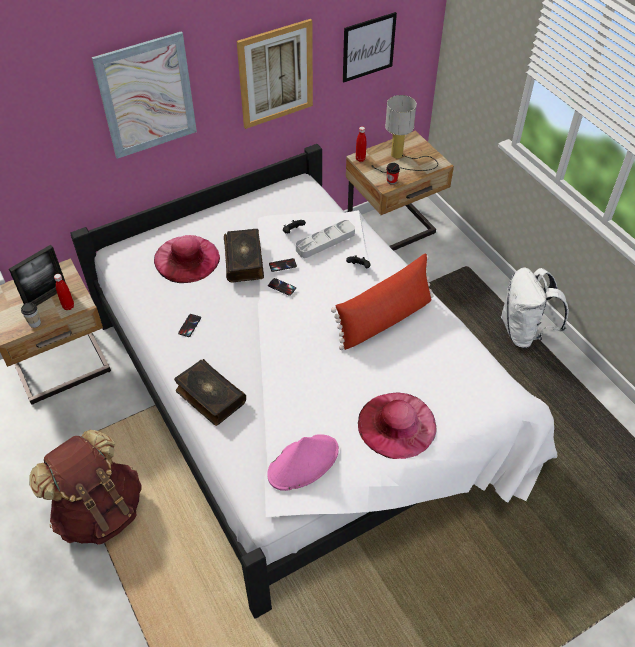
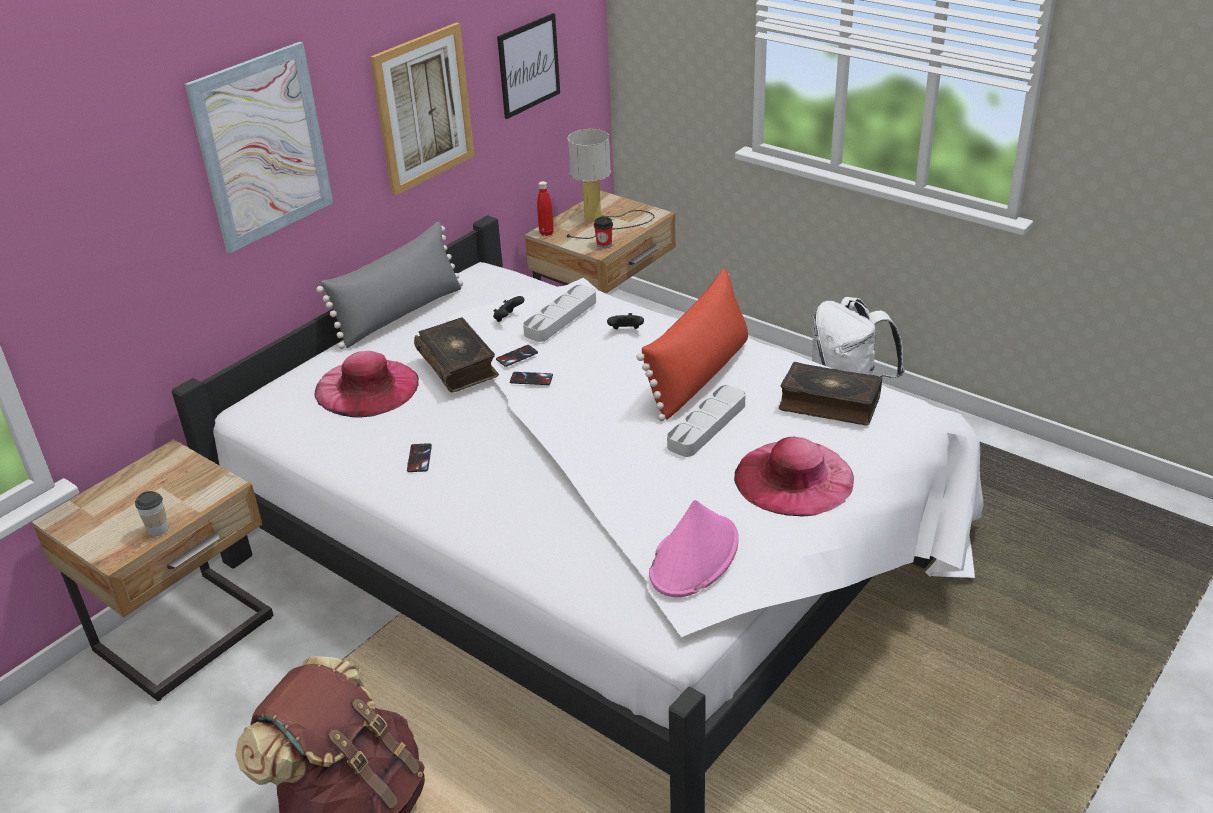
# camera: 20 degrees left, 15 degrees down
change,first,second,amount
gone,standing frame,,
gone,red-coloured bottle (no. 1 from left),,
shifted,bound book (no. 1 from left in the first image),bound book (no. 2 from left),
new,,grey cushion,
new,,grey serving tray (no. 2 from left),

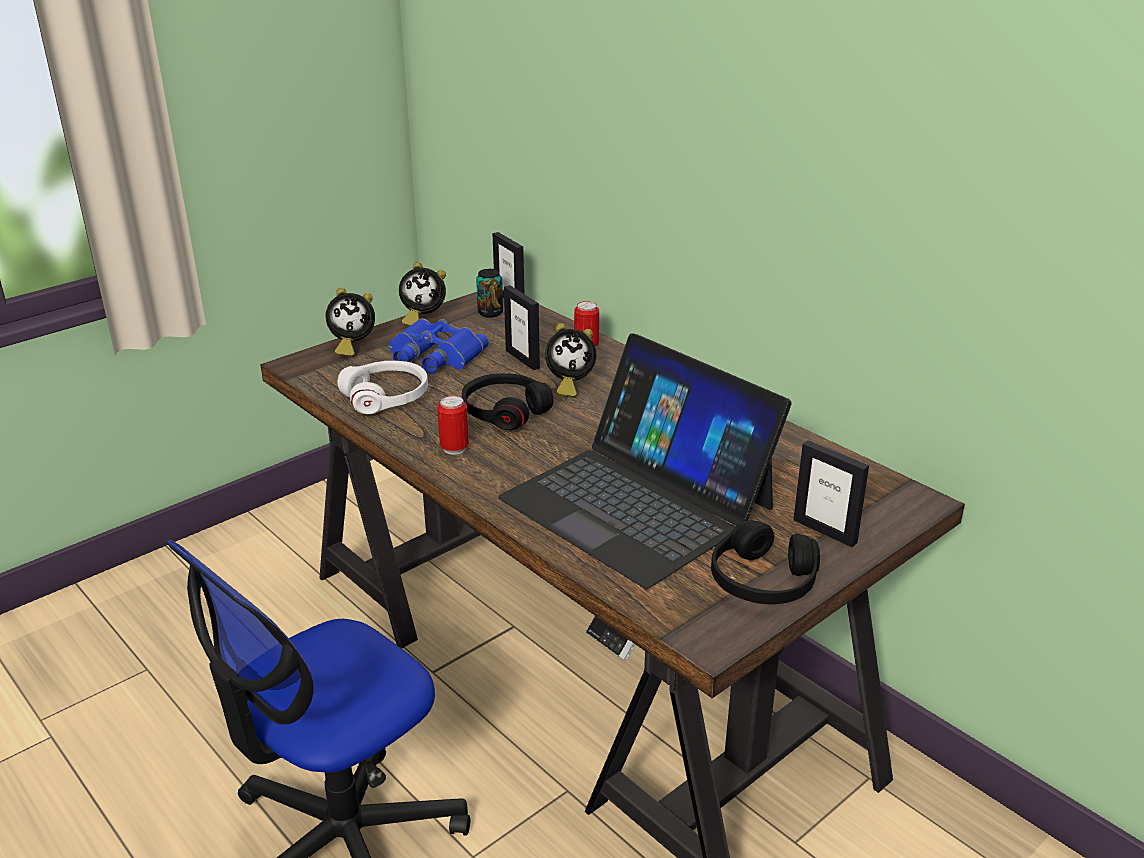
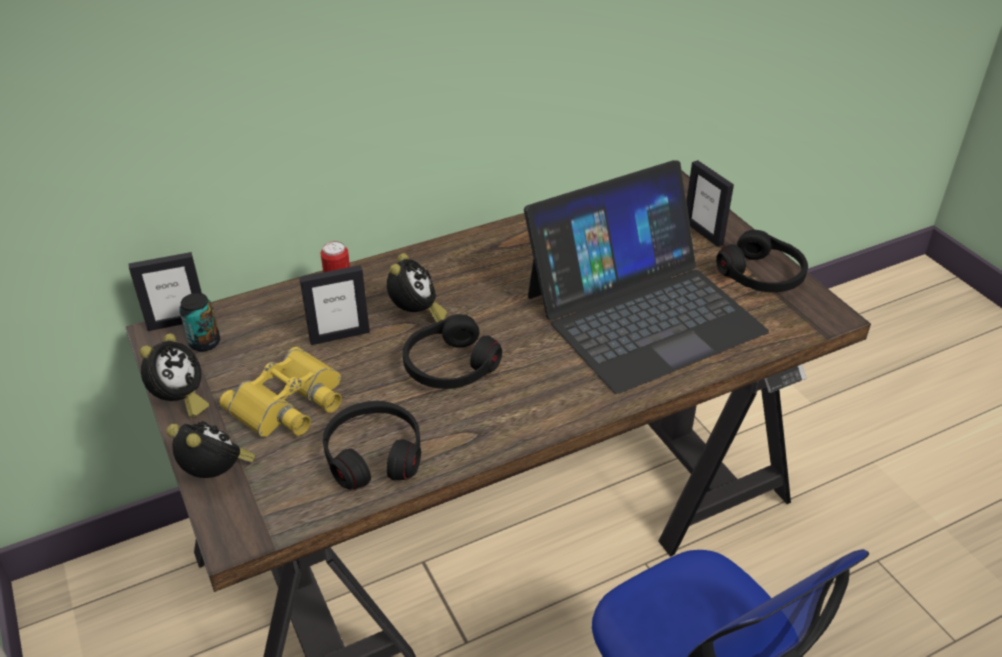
# camera: 75 degrees left, 10 degrees up
change,first,second,amount
rotated,table clock (no. 1 from left in the first image),table clock (no. 2 from left),60 degrees counterclockwise
repainted,blue-coloured field glasses,yellow-coloured field glasses,
repainted,whitish pair of headphones,black-coloured pair of headphones (no. 1 from left),
gone,sealed can (no. 1 from left),,
rotated,standing frame (no. 3 from left),,90 degrees clockwise

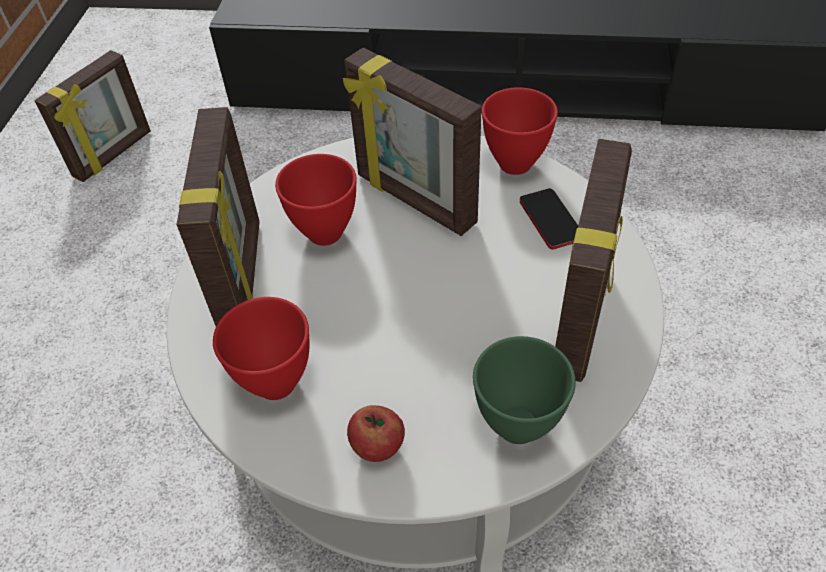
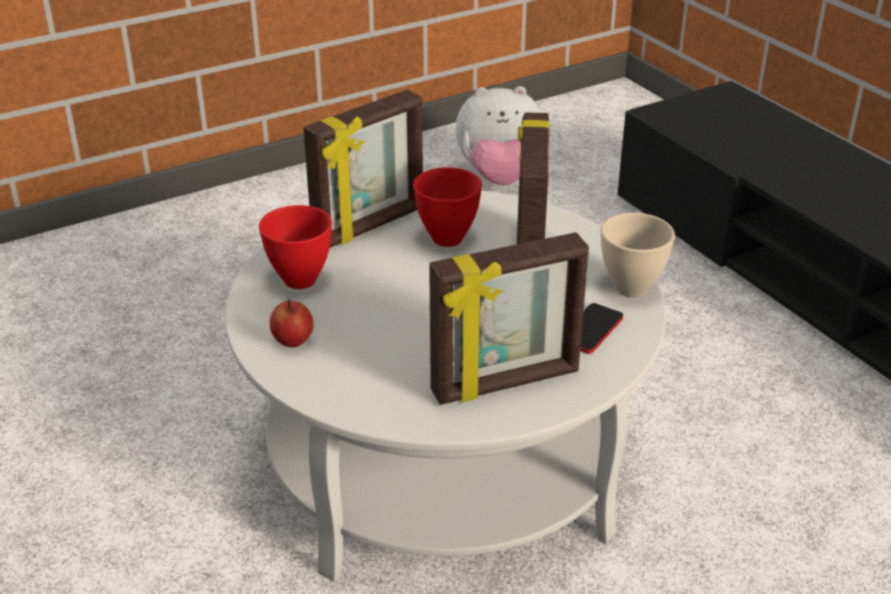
# camera: 50 degrees right, 15 degrees down
change,first,second,amount
swapped,standing frame (no. 1 from left),plush toy,
repainted,red-coloured bowl (no. 3 from left),beige bowl,
gone,green-coloured bowl,,

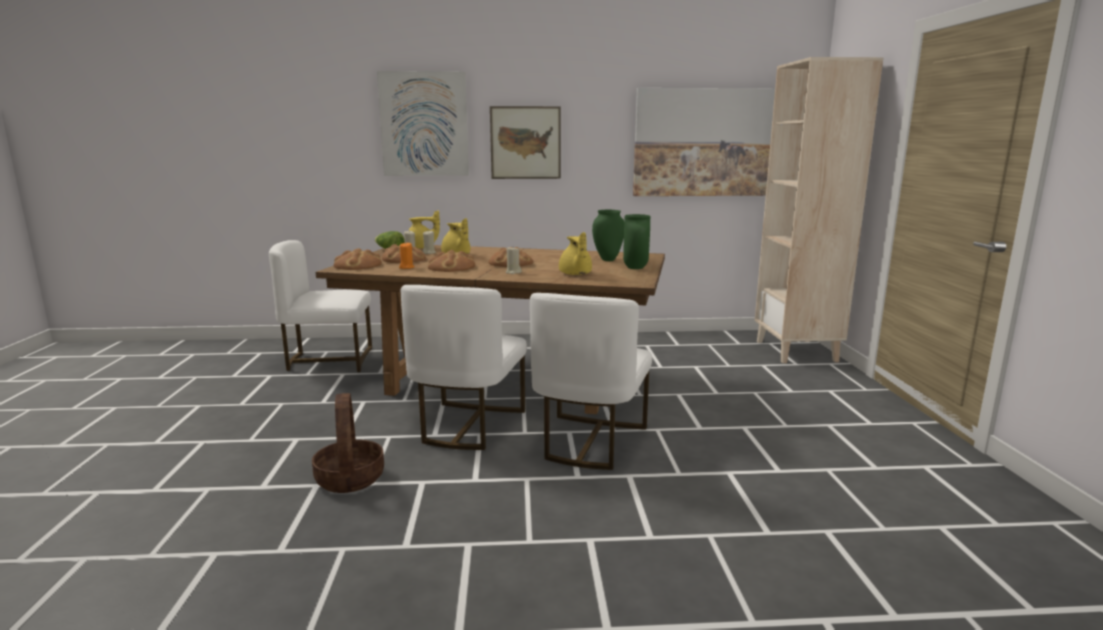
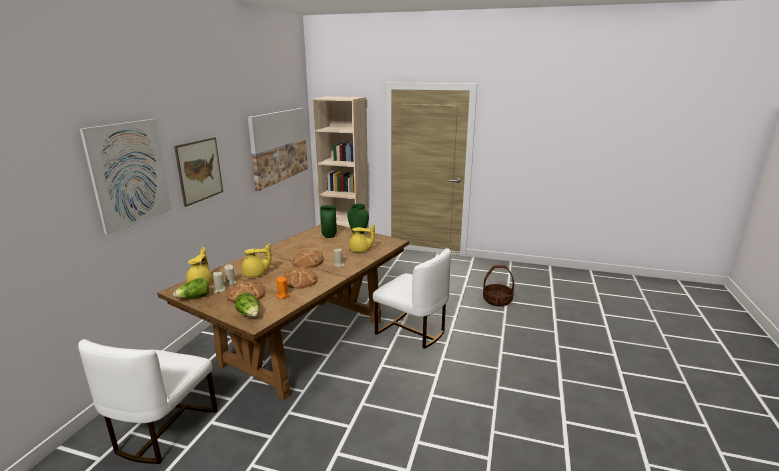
# camera: 70 degrees left, 5 degrees up
change,first,second,amount
swapped,baked bread (no. 1 from left),lettuce head (no. 2 from left),
gone,whitish chair (no. 2 from left),,
shifted,household basket,,

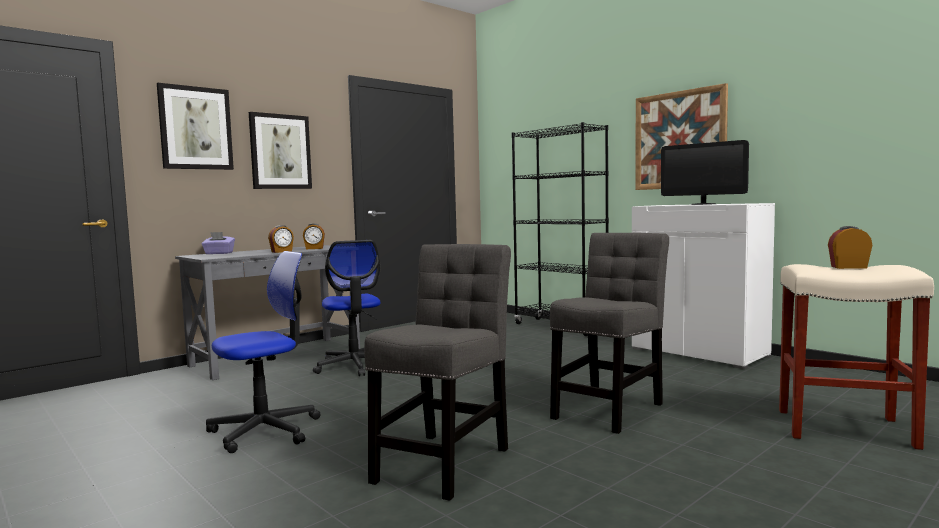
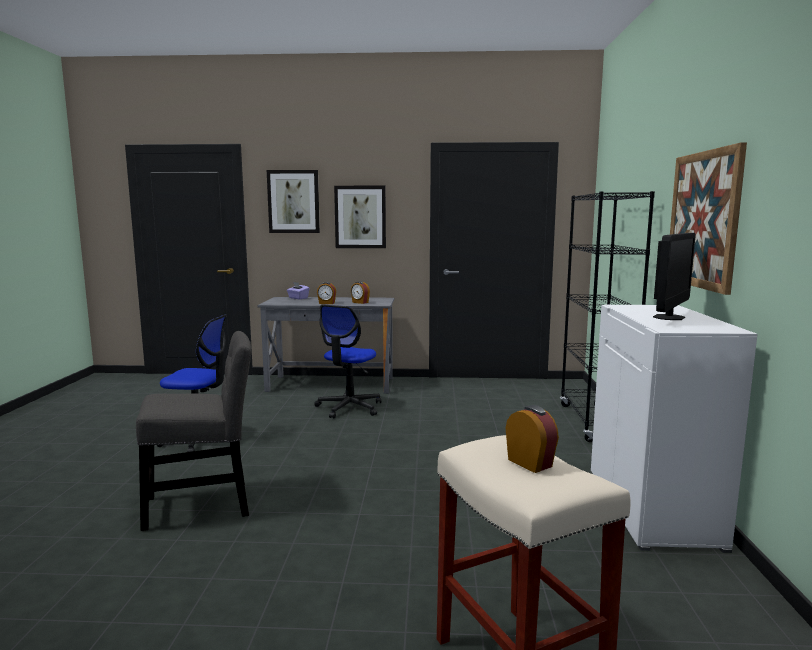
# camera: 45 degrees right, 5 degrees up
change,first,second,amount
rotated,computer display,,135 degrees counterclockwise
gone,grey chair (no. 2 from left),,

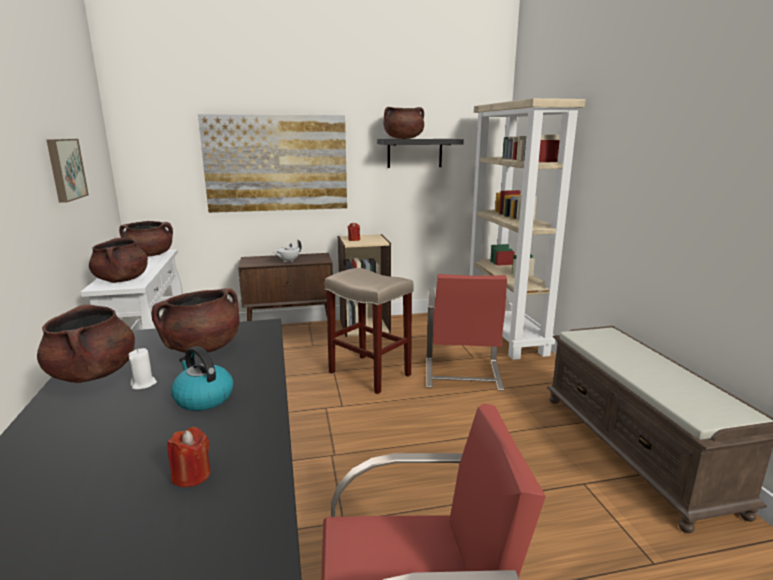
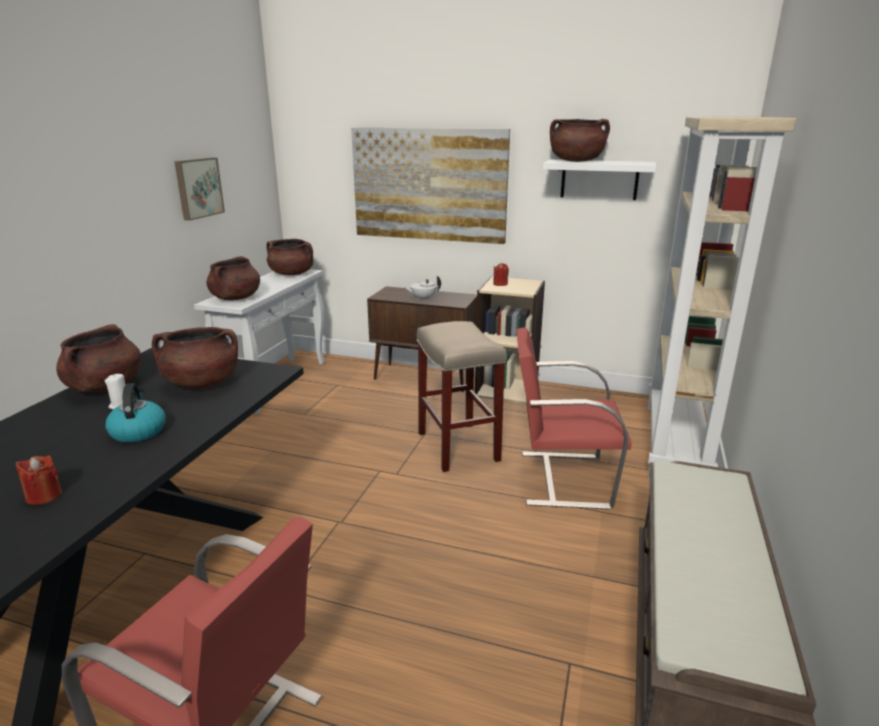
# camera: 30 degrees right, 5 degrees up
change,first,second,amount
repainted,black-coloured wall shelf,whitish wall shelf,
rotated,red-coloured chair (no. 2 from left),,60 degrees clockwise

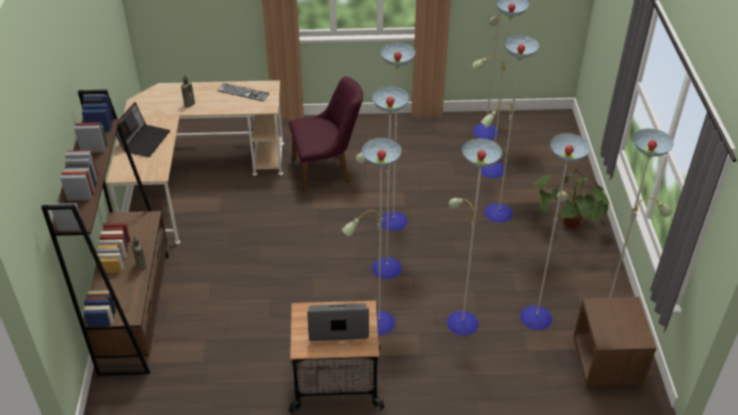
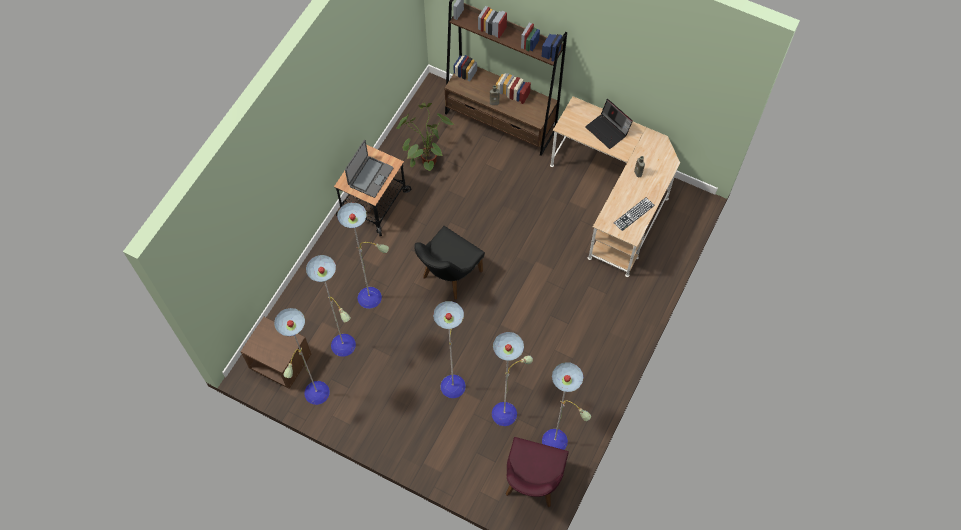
# camera: 120 degrees right, 20 degrees up
change,first,second,amount
swapped,floor lamp (no. 1 from left),black-coloured chair,
shifted,purplish chair,,
shifted,plant in a pot,,

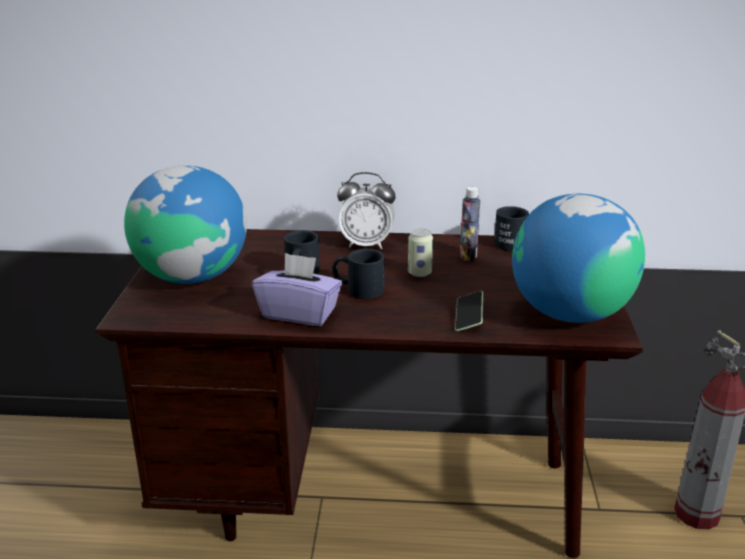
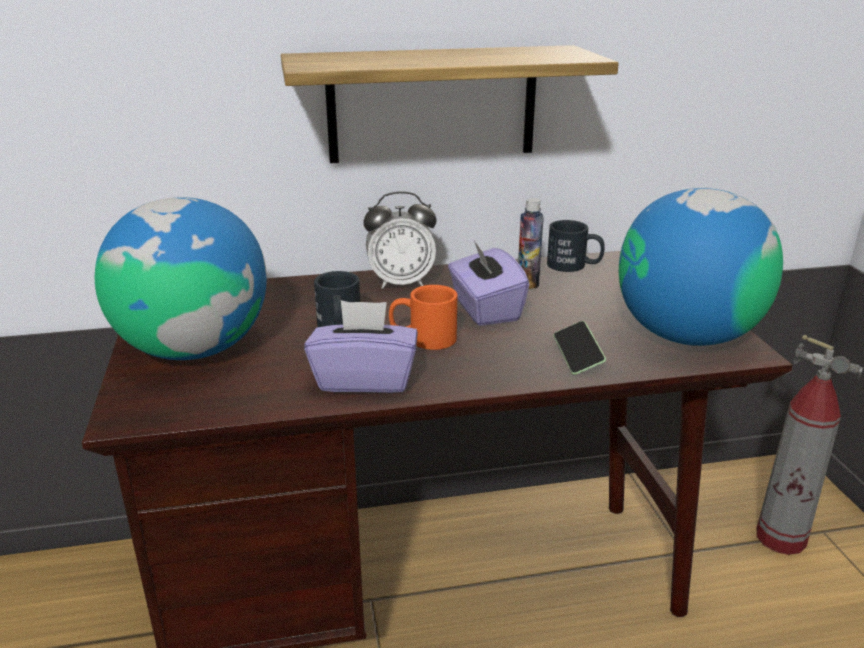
# camera: 15 degrees left, 0 degrees up
change,first,second,amount
swapped,sealed can,purplish tissue holder (no. 2 from left),
repainted,black-coloured coffee mug (no. 2 from left),orange coffee mug,
new,,wall shelf,

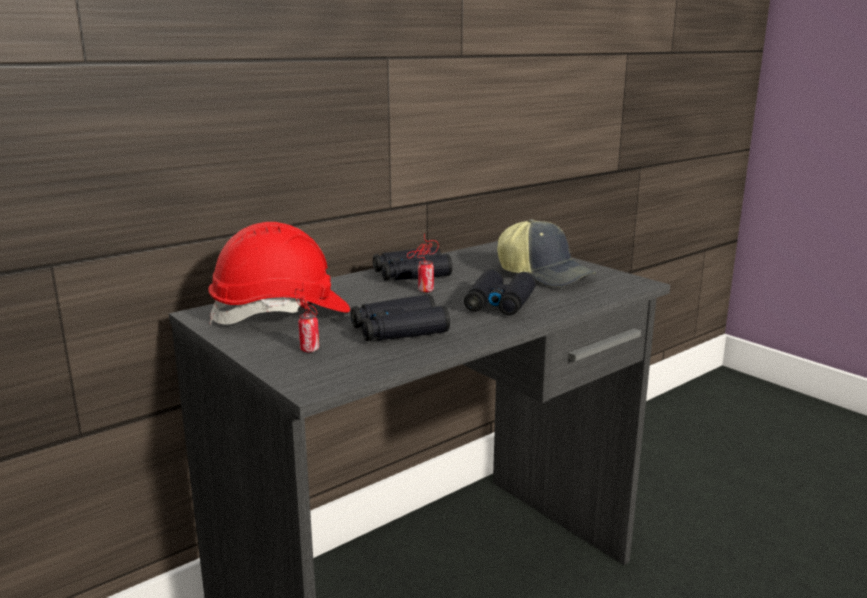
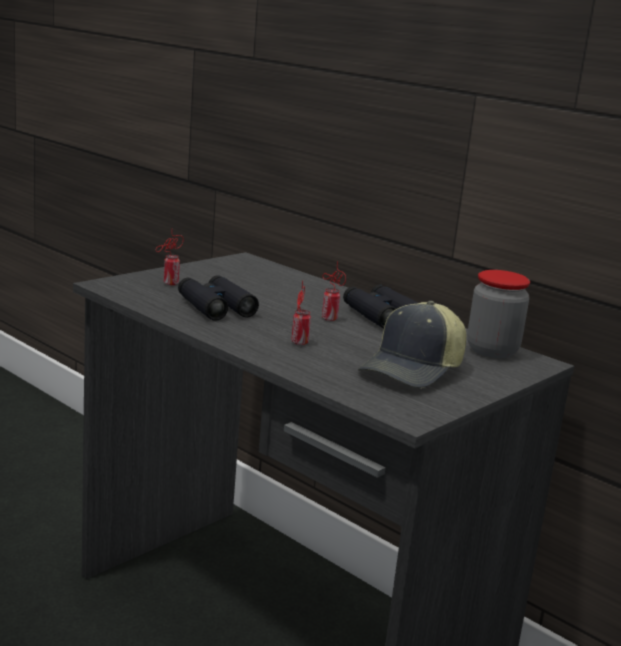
# camera: 80 degrees right, 0 degrees up
change,first,second,amount
gone,red-coloured hard hat,,
swapped,black-coloured field glasses (no. 3 from left),sealed can (no. 2 from left),
new,,preserve jar,

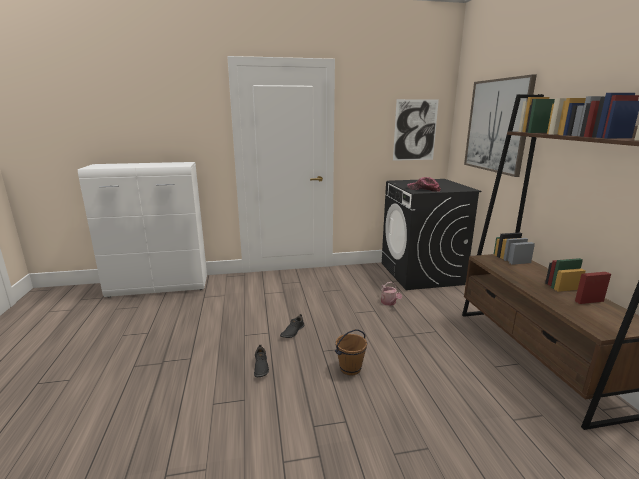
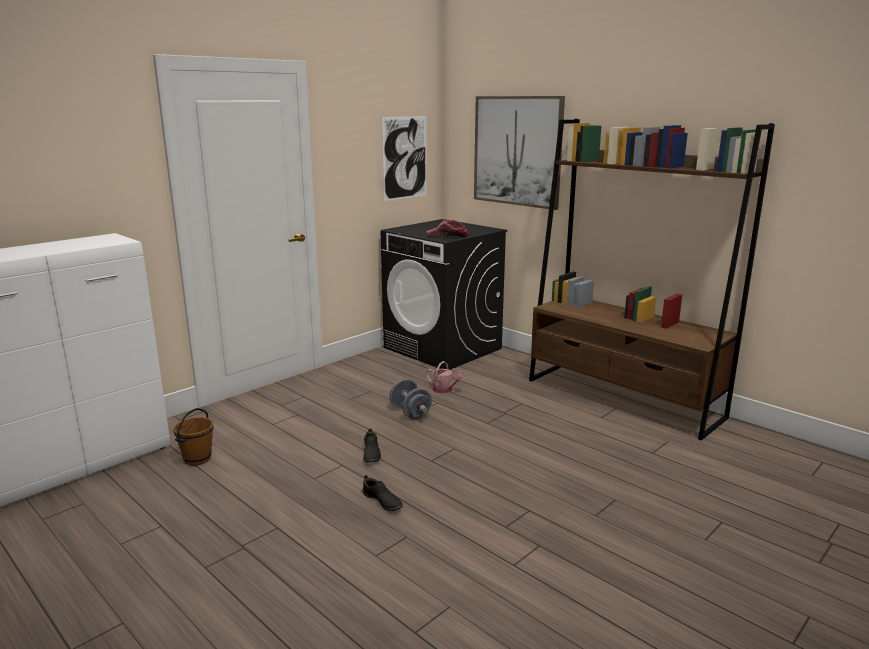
# camera: 35 degrees left, 0 degrees up
change,first,second,amount
shifted,brownish water bucket,,
new,,grey dumbbell,

